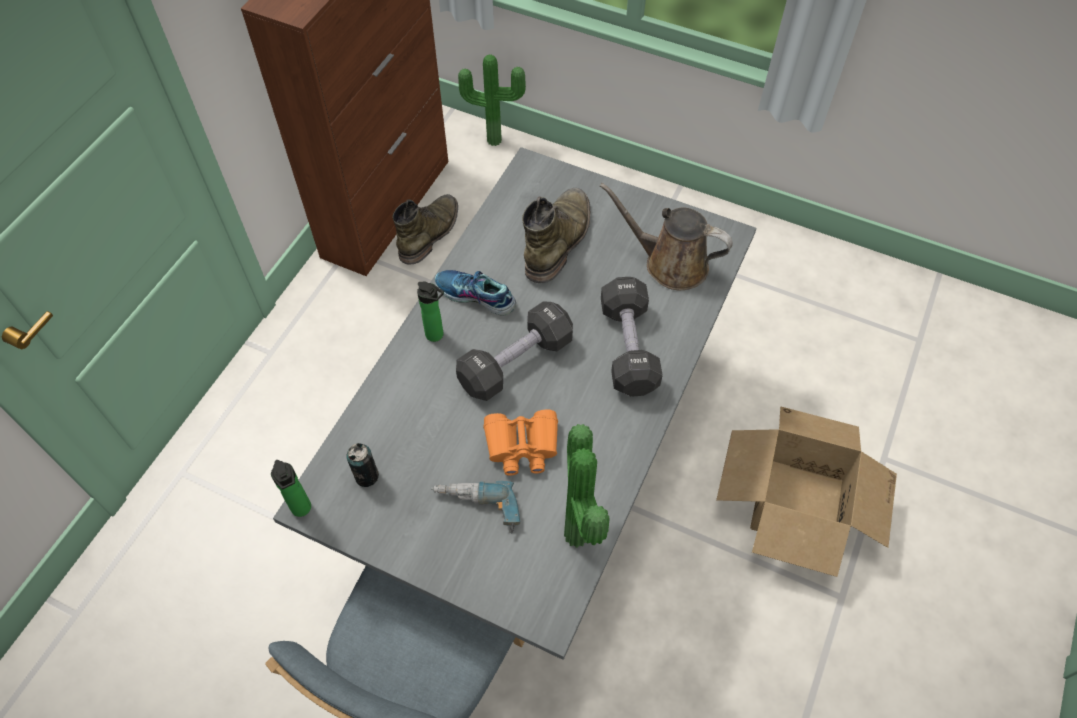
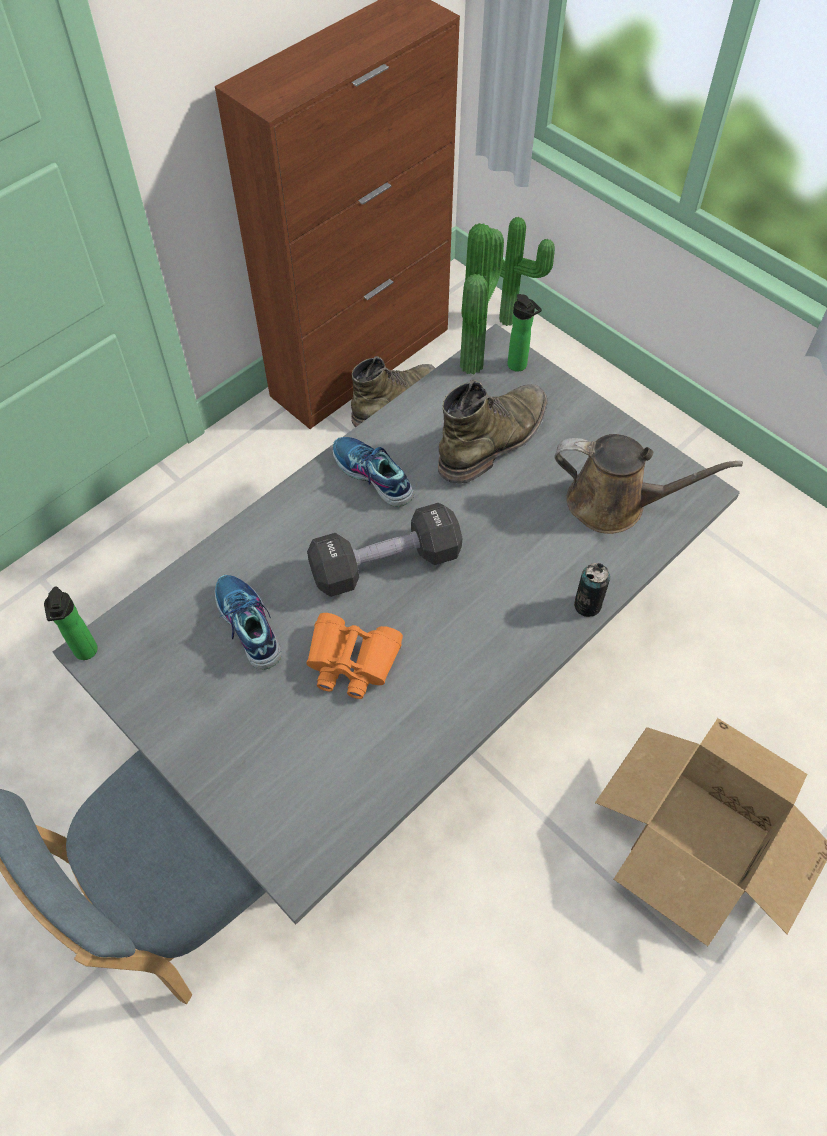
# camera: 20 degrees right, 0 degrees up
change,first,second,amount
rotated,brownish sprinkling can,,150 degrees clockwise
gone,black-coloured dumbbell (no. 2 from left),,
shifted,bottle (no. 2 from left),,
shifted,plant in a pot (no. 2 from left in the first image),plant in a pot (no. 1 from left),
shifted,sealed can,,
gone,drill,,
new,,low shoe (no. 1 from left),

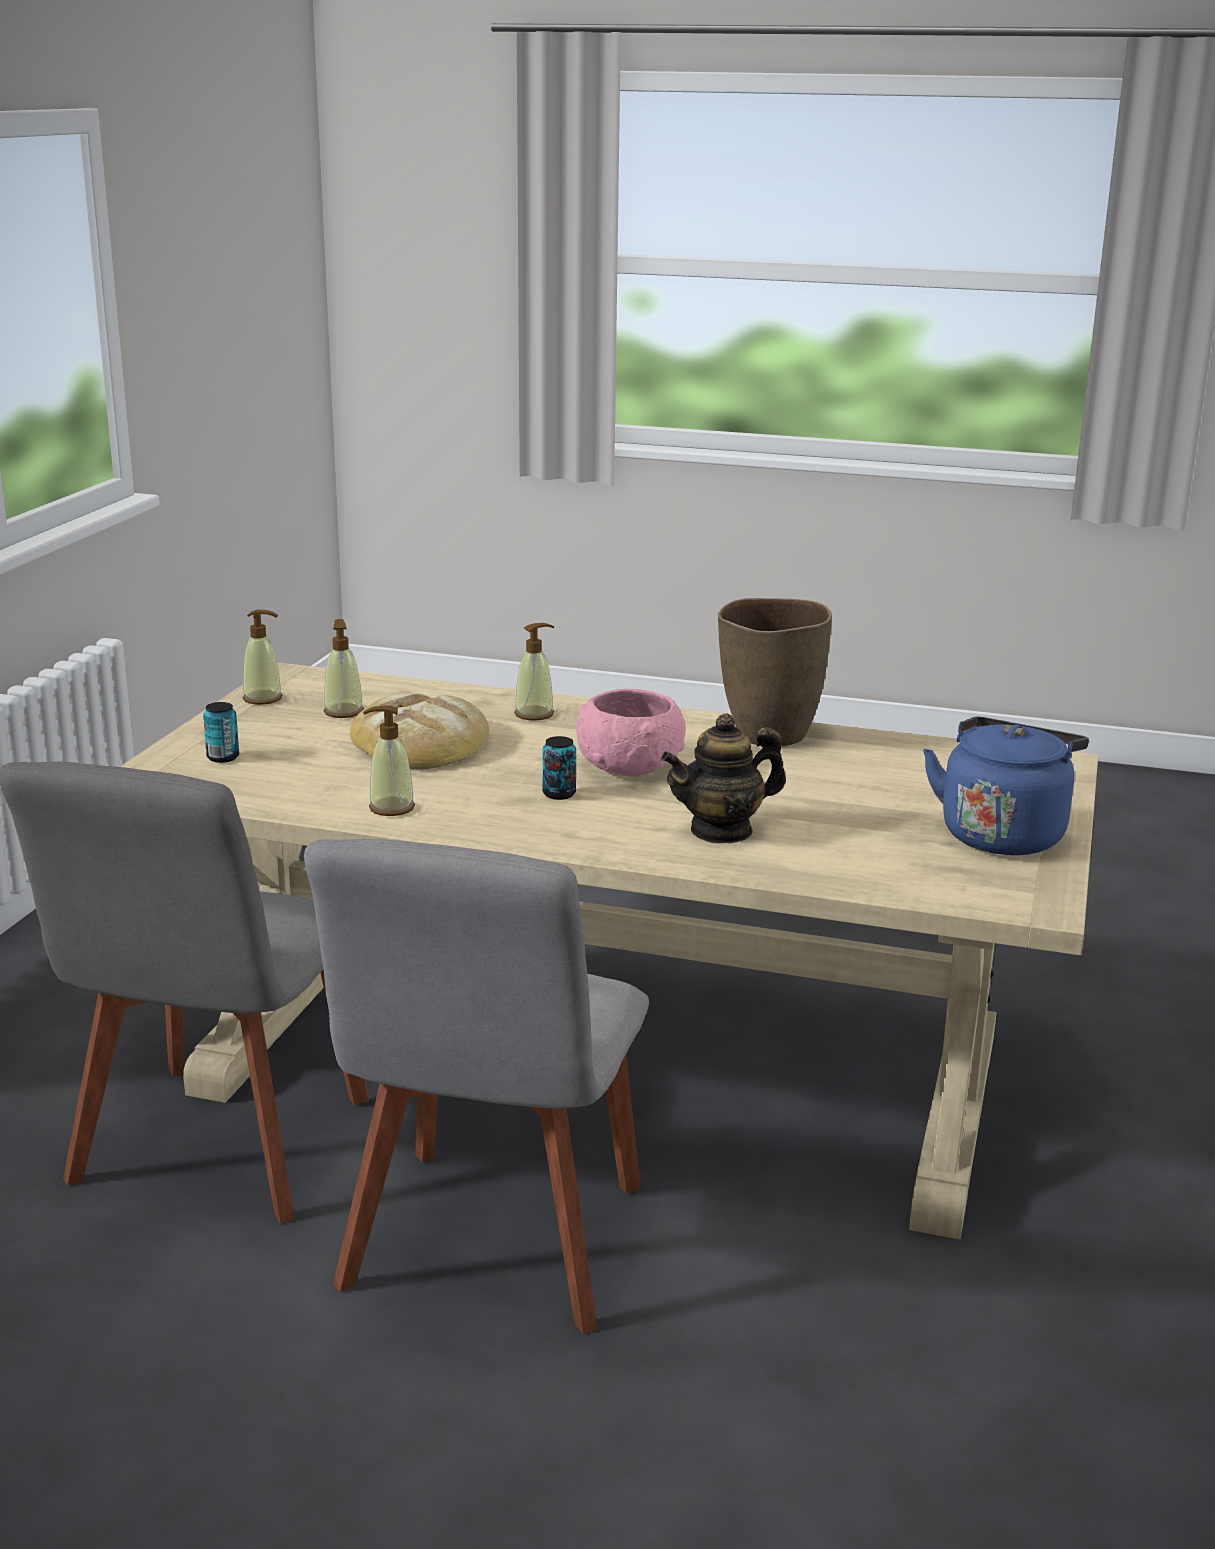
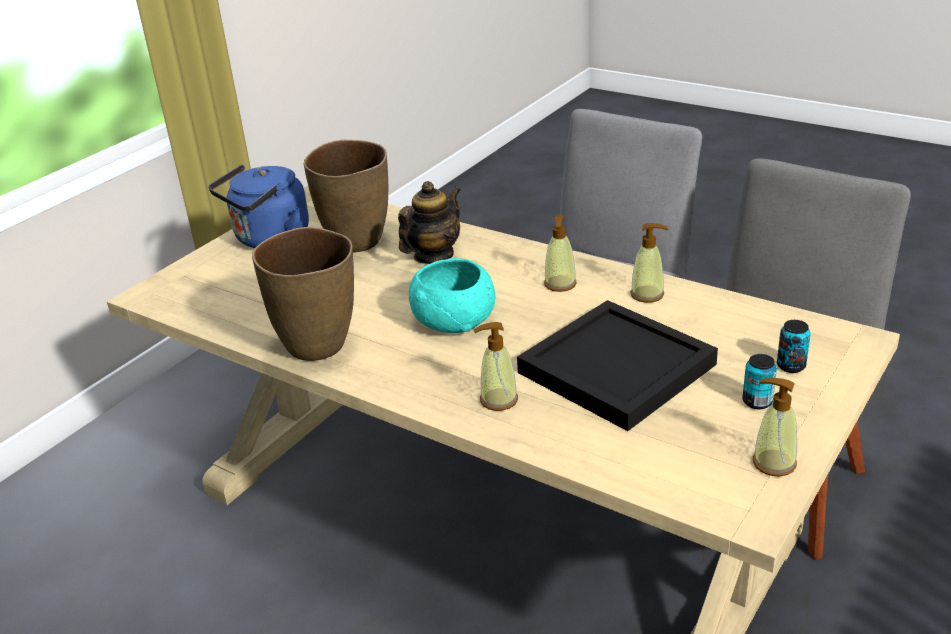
# camera: 160 degrees left, 10 degrees up
change,first,second,amount
shifted,liquid soap bottle (no. 2 from left),,
repainted,pink bowl,turquoise-coloured bowl,
swapped,baked bread,black-coloured serving tray,
rotated,pot for tea,,45 degrees counterclockwise
shifted,sealed can (no. 2 from left in the first image),sealed can (no. 1 from left),
new,,brownish vase (no. 2 from left),

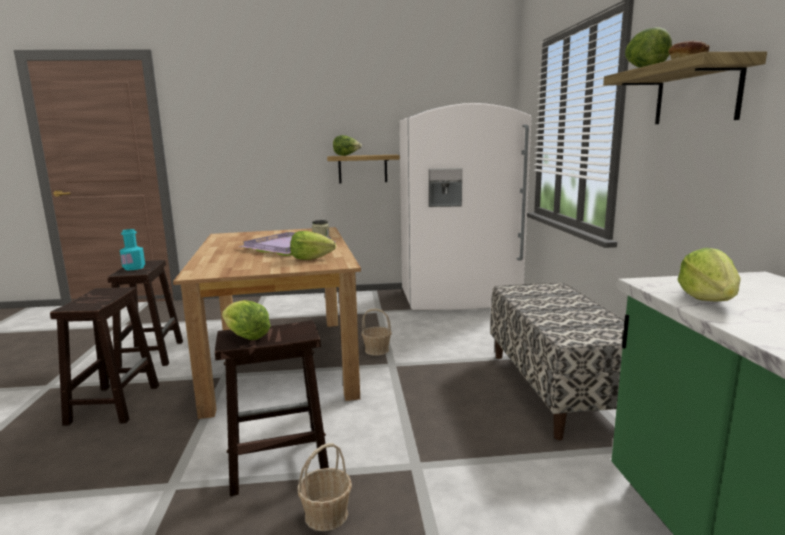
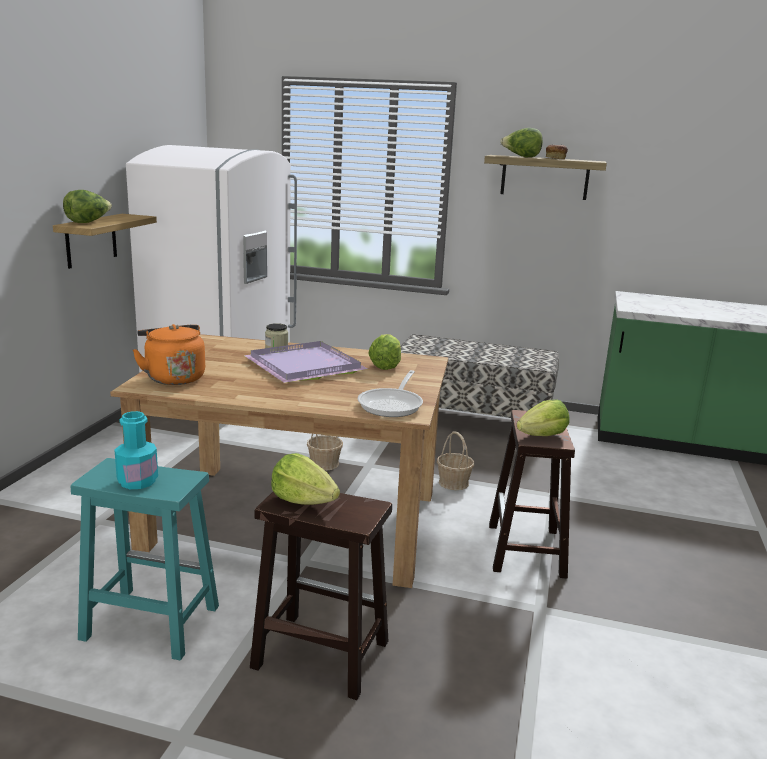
# camera: 70 degrees left, 5 degrees up
change,first,second,amount
shifted,lettuce head (no. 5 from left in the first image),lettuce head (no. 2 from left),
repainted,brownish stool (no. 2 from left),turquoise-coloured stool,
shifted,household basket (no. 1 from left in the first image),household basket (no. 2 from left),
new,,orange water kettle,
new,,skillet,

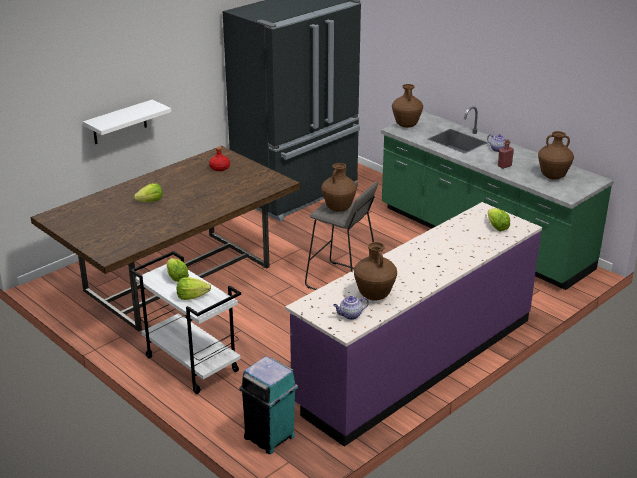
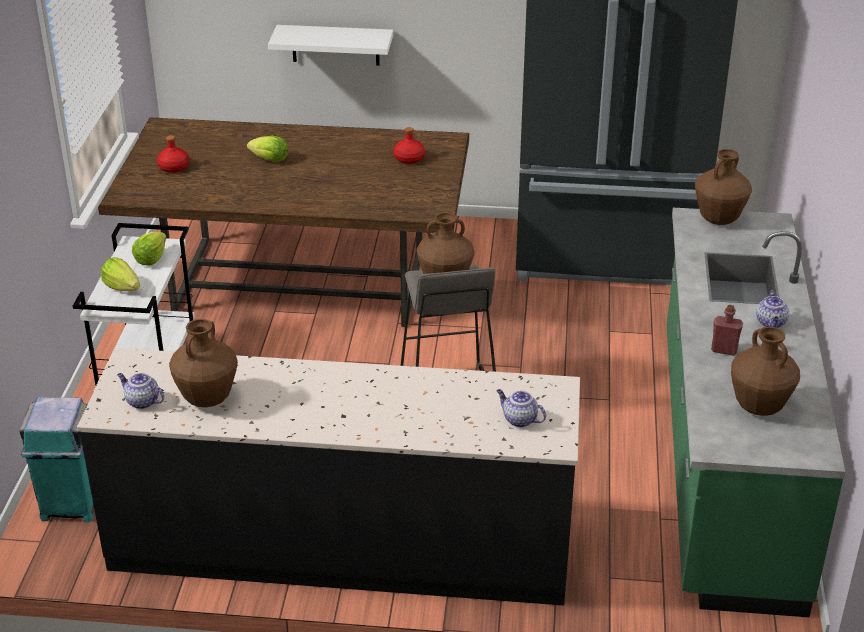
# camera: 50 degrees right, 5 degrees up
change,first,second,amount
repainted,purplish kitchen counter,black-coloured kitchen counter,
swapped,lettuce head (no. 4 from left),pot for tea (no. 2 from left),
new,,red-coloured bottle (no. 1 from left),

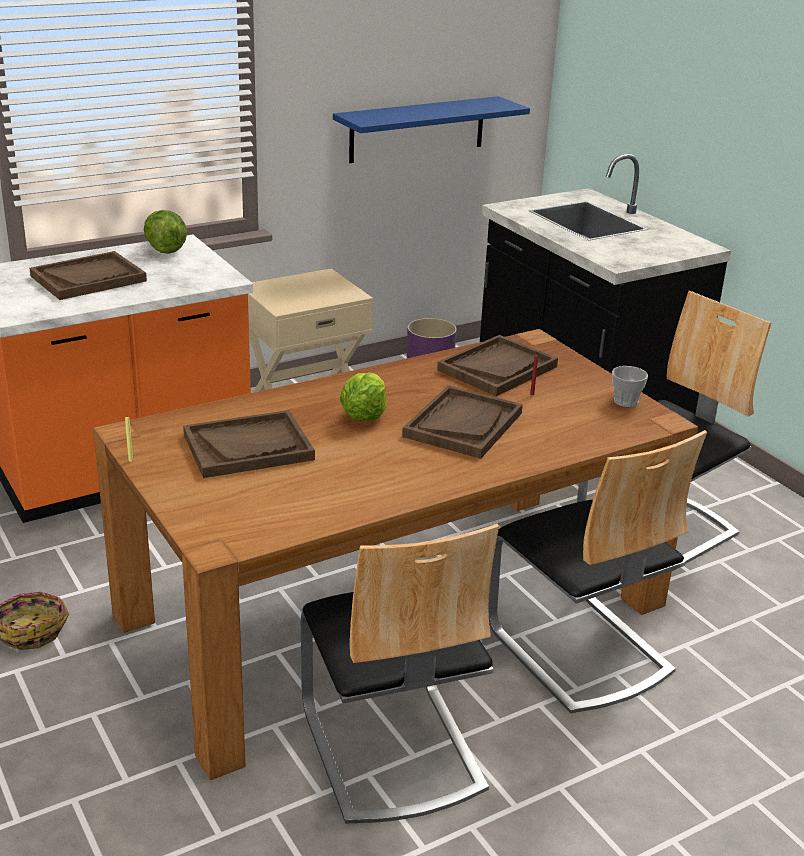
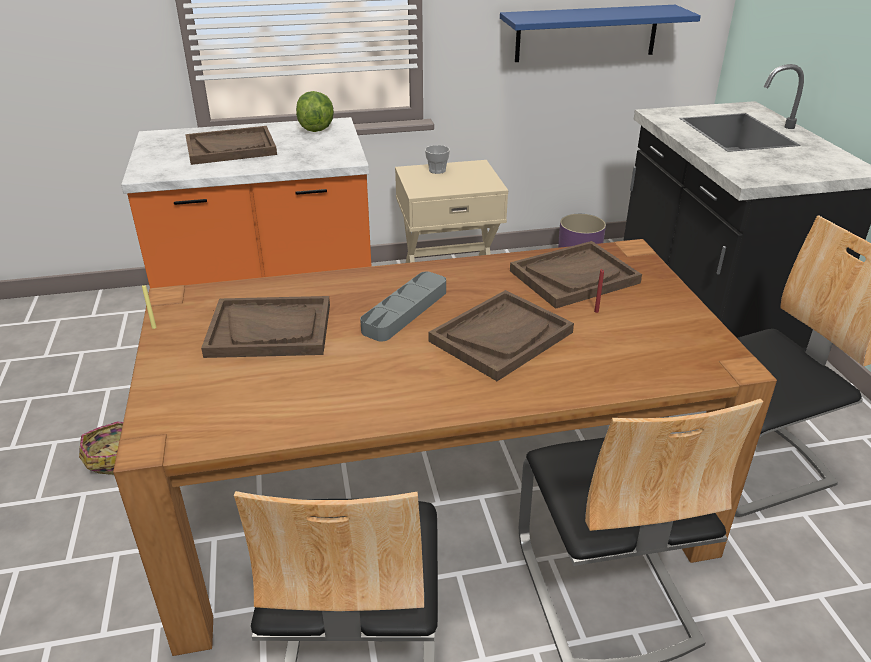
# camera: 20 degrees right, 5 degrees up
change,first,second,amount
shifted,cup,,
swapped,lettuce head (no. 2 from left),grey serving tray,

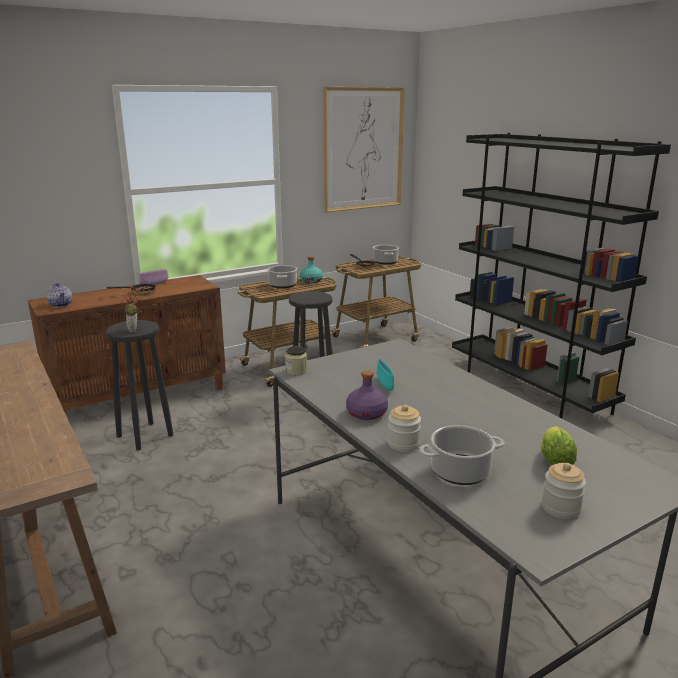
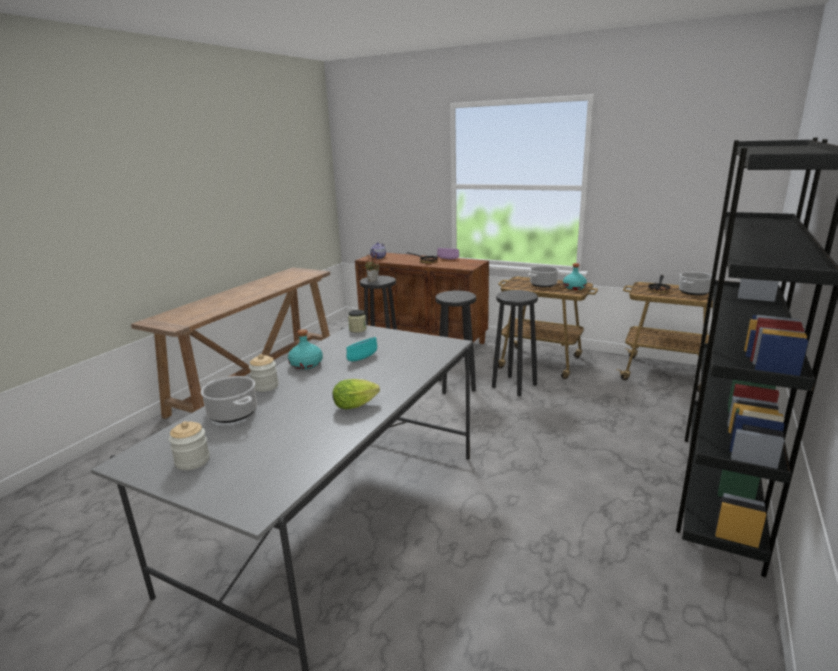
# camera: 60 degrees right, 0 degrees up
change,first,second,amount
gone,wall art,,
repainted,purplish bottle,turquoise-coloured bottle (no. 1 from left),
shifted,lettuce head,,
new,,black-coloured stool (no. 2 from left),

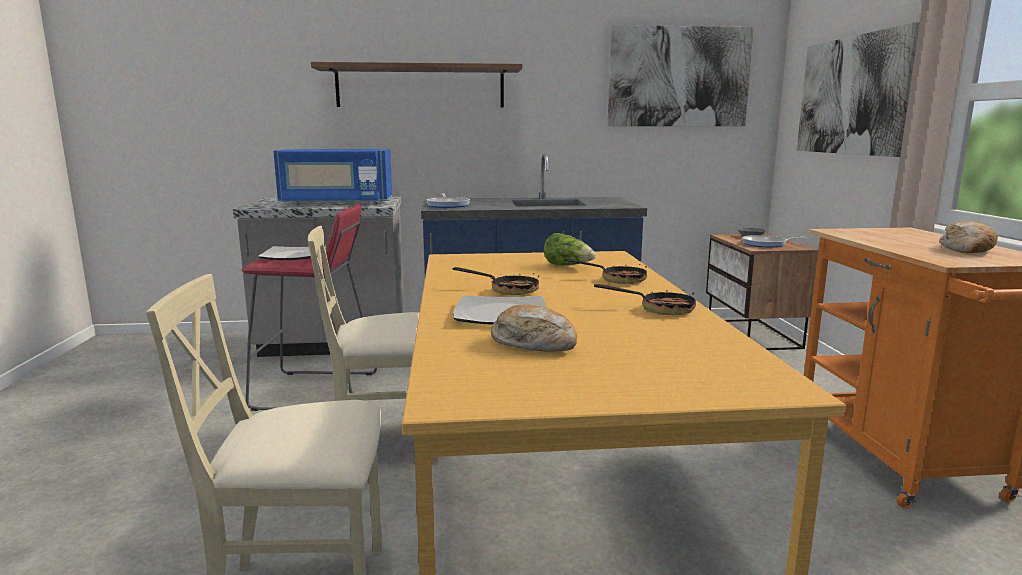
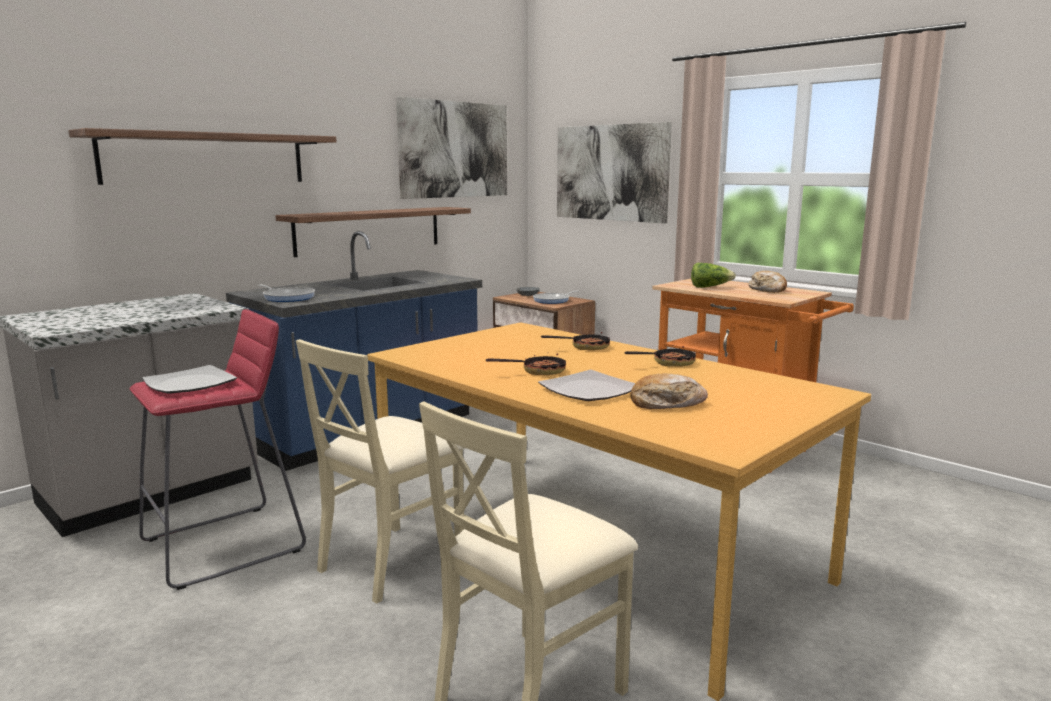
# camera: 40 degrees left, 0 degrees up
change,first,second,amount
gone,blue-coloured microwave,,
shifted,lettuce head,,
new,,wall shelf (no. 2 from left),

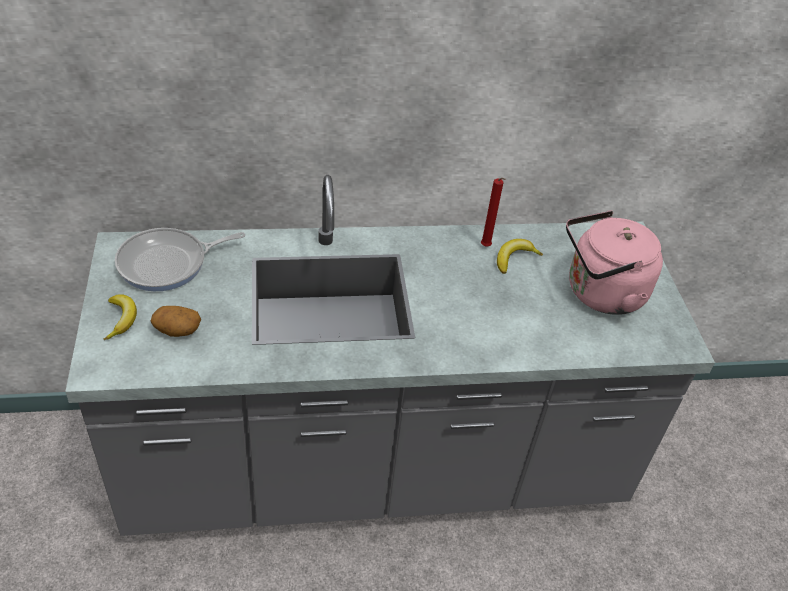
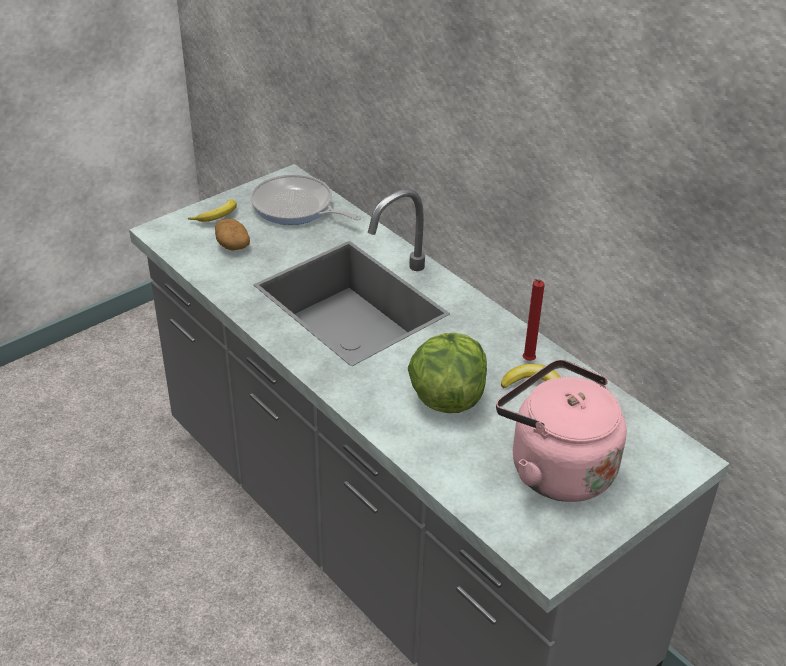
# camera: 60 degrees right, 5 degrees down
change,first,second,amount
new,,lettuce head,

